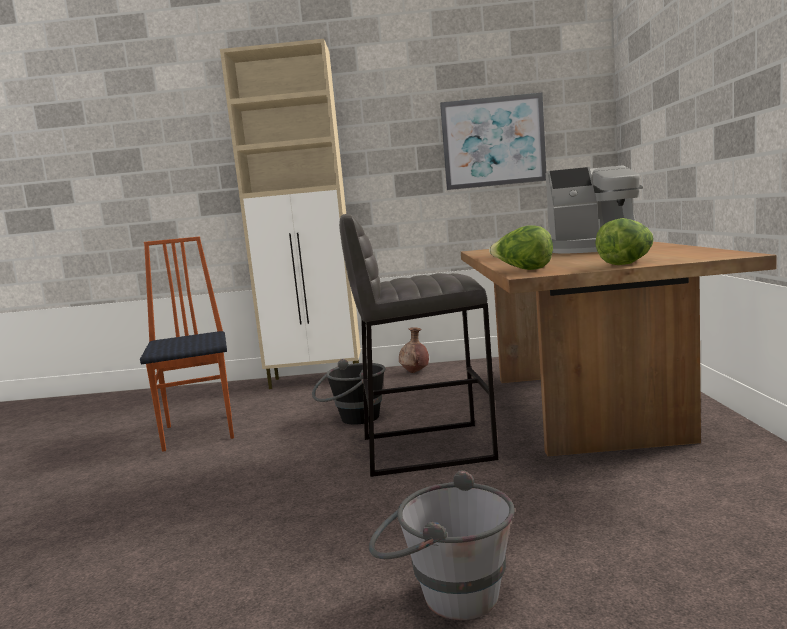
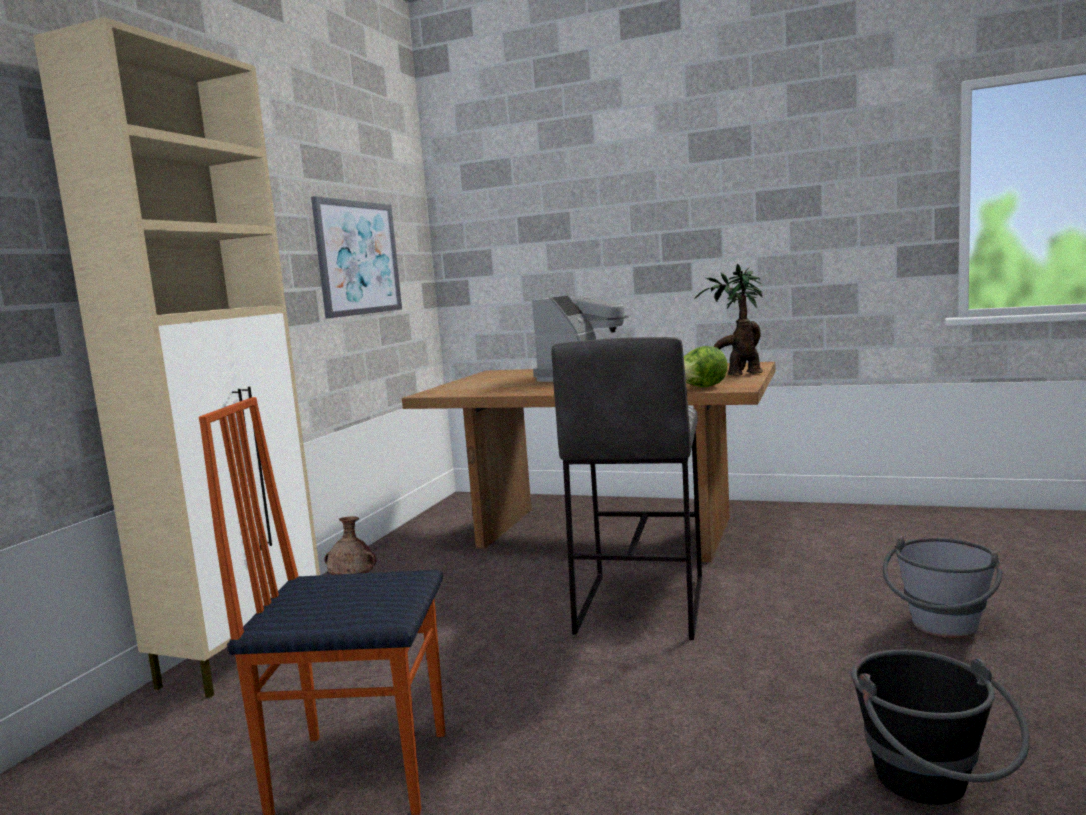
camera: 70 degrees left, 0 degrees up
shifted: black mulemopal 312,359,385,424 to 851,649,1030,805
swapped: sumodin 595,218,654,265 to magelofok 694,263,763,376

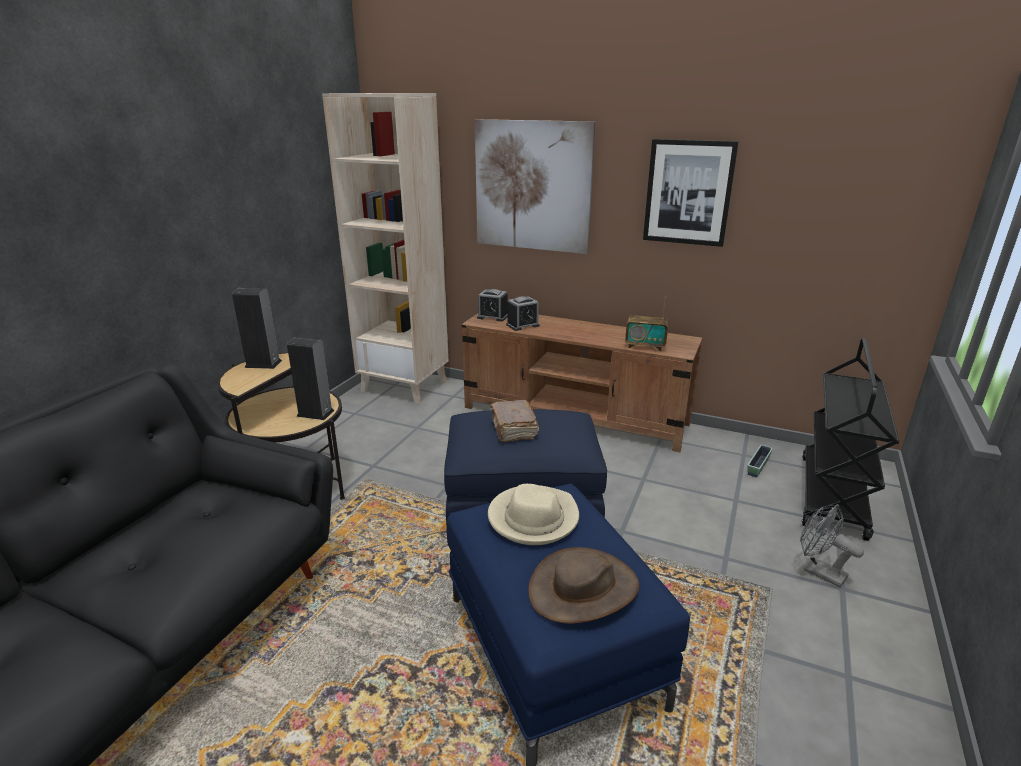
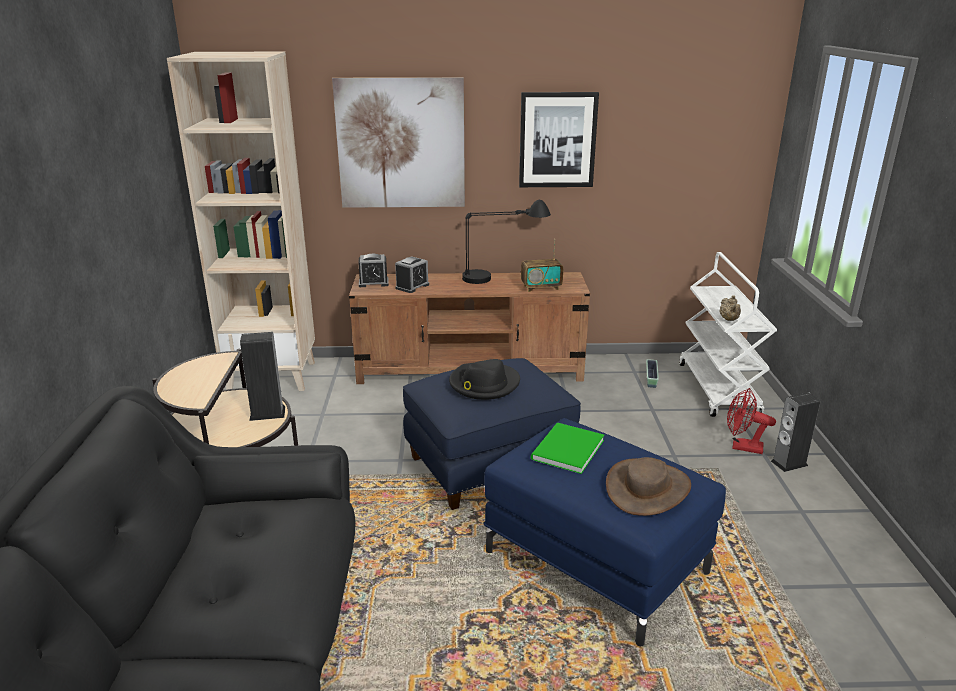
camera: 25 degrees left, 0 degrees up
new: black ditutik 462,200,551,284; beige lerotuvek 720,295,741,321
shifted: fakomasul 232,288,282,369 to 771,393,820,472
swapped: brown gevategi 490,400,539,442 to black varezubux 449,359,520,400; beige varezubux 488,484,579,545 to green gevategi 531,422,604,474
repainted: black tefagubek 802,338,899,541 to white tefagubek 679,252,777,417; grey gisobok 800,504,864,588 to red gisobok 727,388,776,454

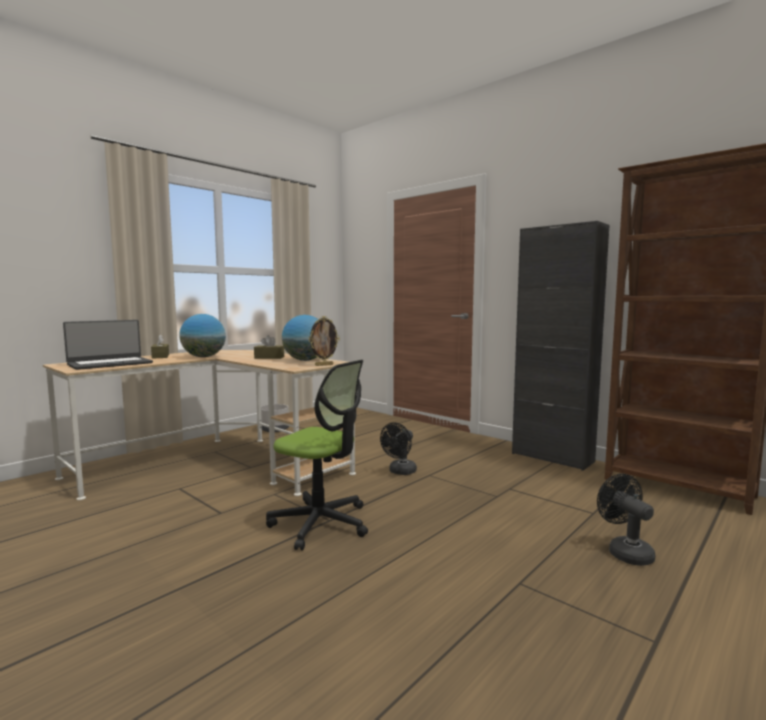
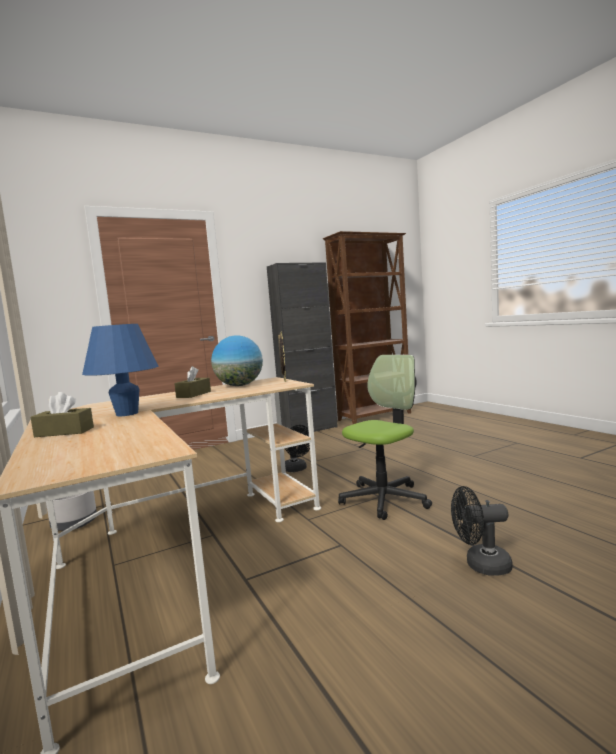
camera: 70 degrees left, 0 degrees up
gone: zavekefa 63,320,153,370
shifted: black gisobok 597,474,655,566 to 451,486,512,576
swapped: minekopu 179,314,226,357 to blue ditutik 82,324,159,416

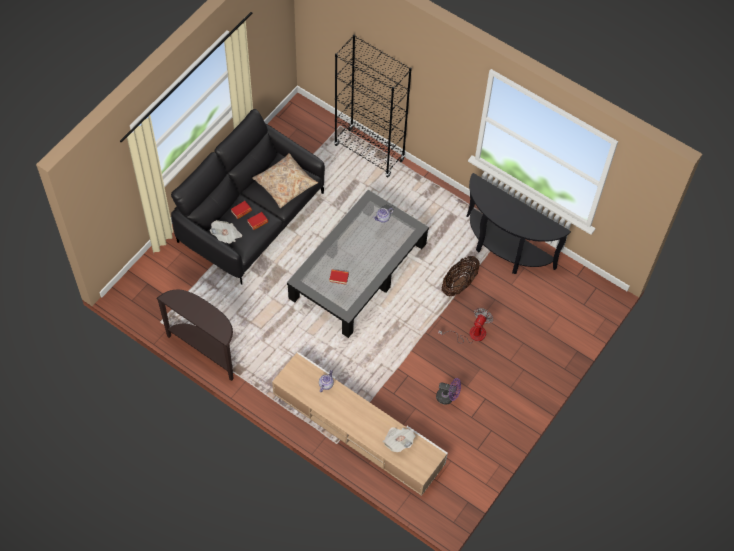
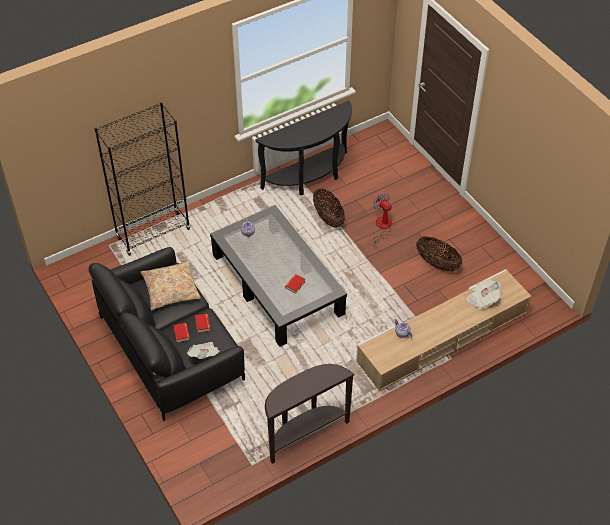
camera: 65 degrees left, 10 degrees down
swapped: purple gisobok 436,378,461,405 to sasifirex 416,236,462,272

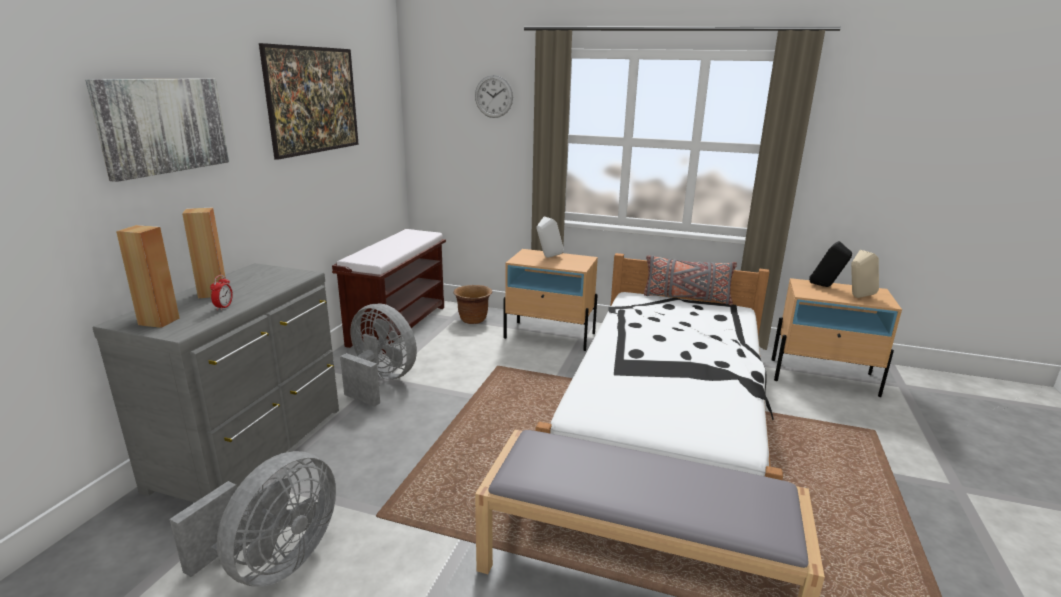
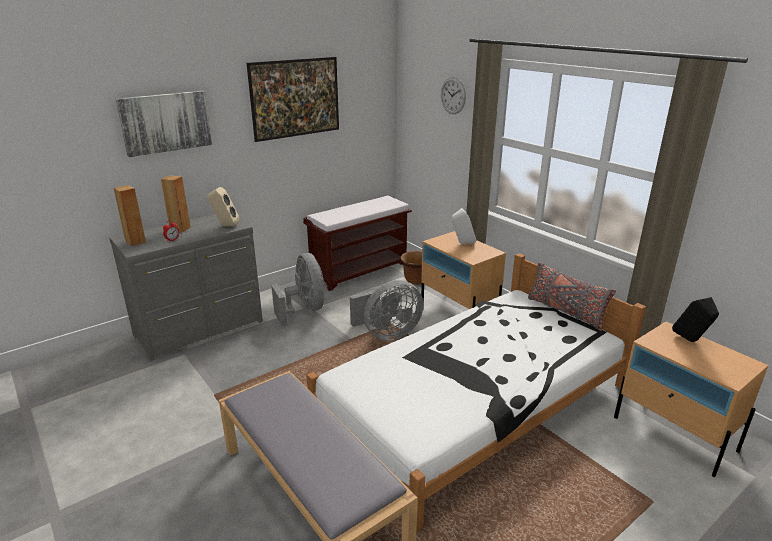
camera: 35 degrees right, 5 degrees up
shifted: beige fakomasul 851,250,879,298 to 207,187,239,226; grey gisobok 169,451,336,587 to 350,280,423,341

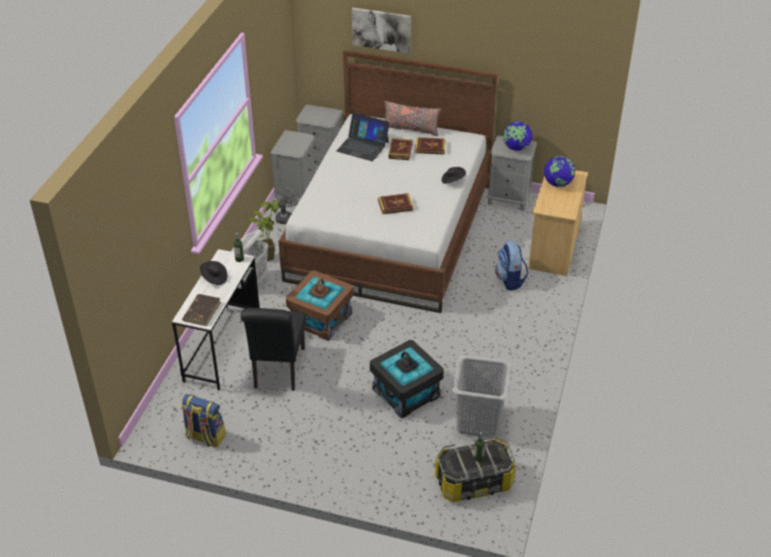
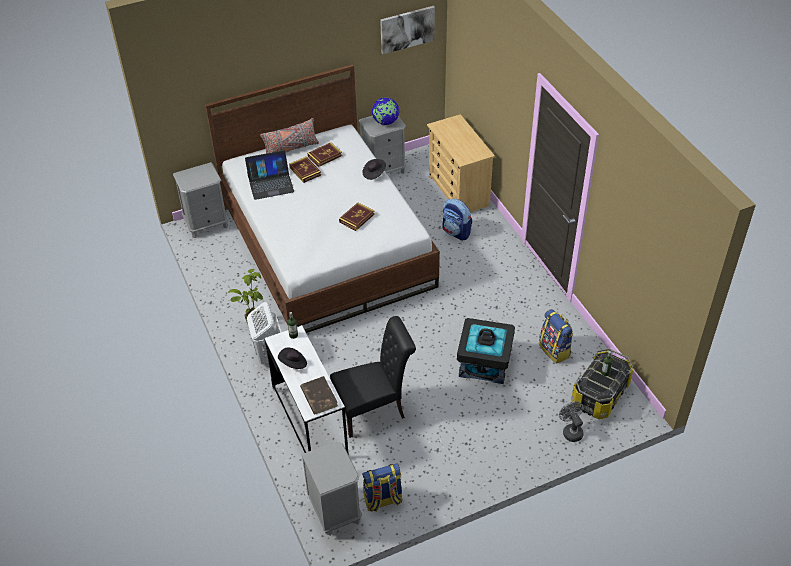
camera: 40 degrees left, 5 degrees up
gone: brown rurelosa 286,270,354,341; minekopu 544,156,575,187
shifted: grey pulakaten 271,130,315,202 to 301,442,362,536; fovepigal 352,8,411,54 to 380,6,435,54; grey gisobok 275,187,297,224 to 559,401,584,442
swapped: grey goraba 452,355,512,437 to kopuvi 539,309,574,364
rotated: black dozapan 241,308,306,391 = 330,316,416,438 75 degrees counterclockwise

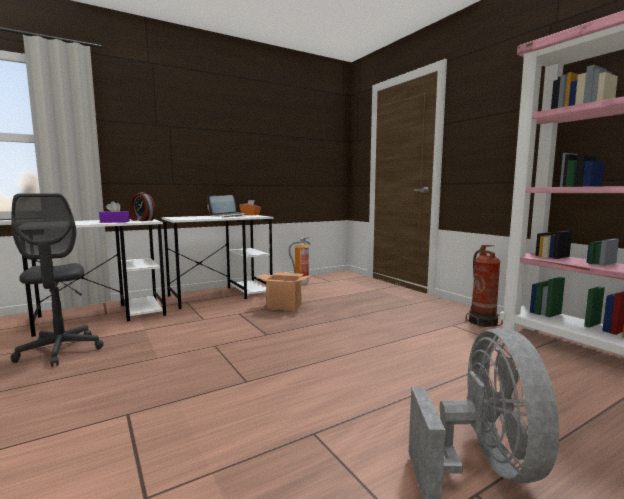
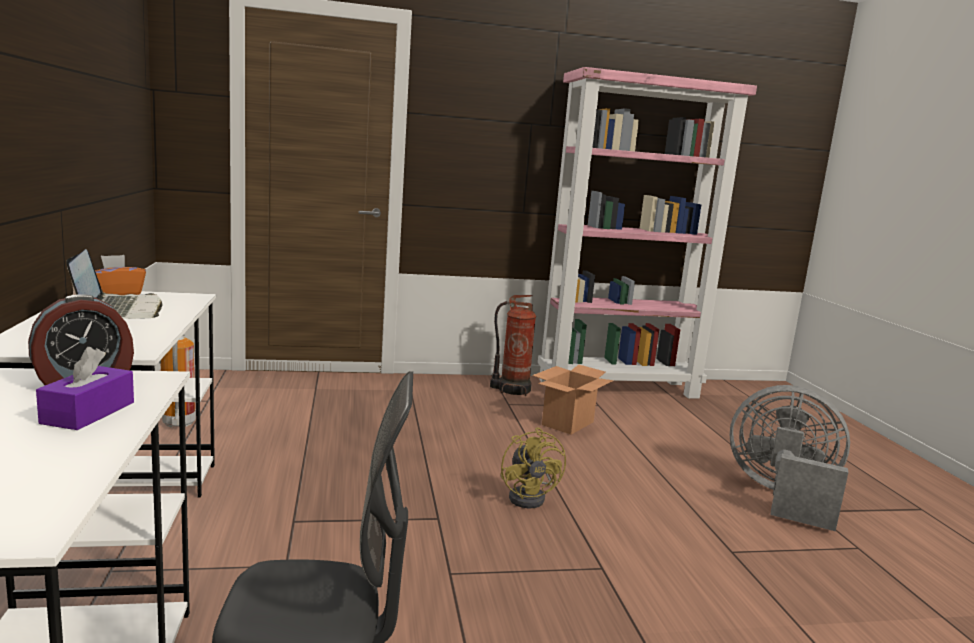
camera: 70 degrees left, 5 degrees up
new: yellow gisobok 501,427,566,508
shifted: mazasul 257,272,311,311 to 532,364,614,435

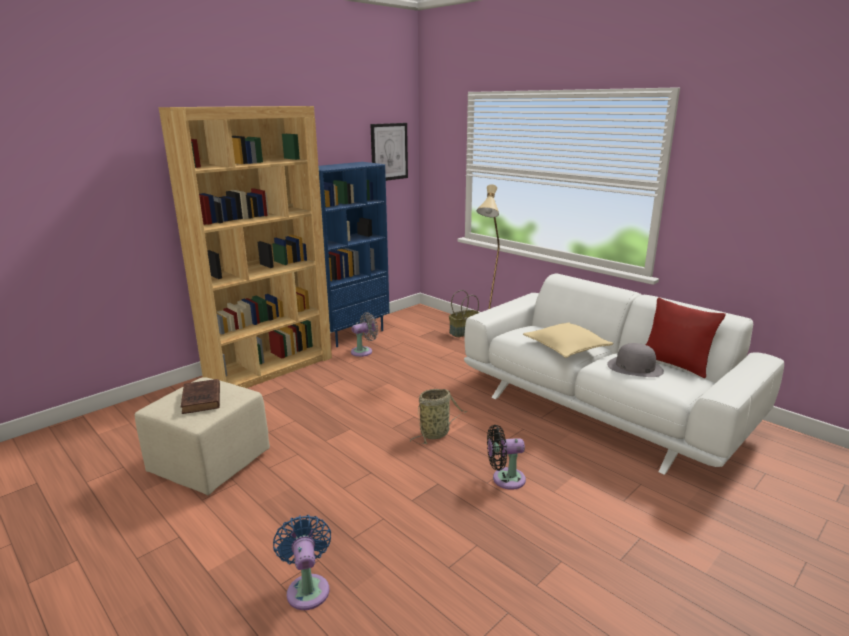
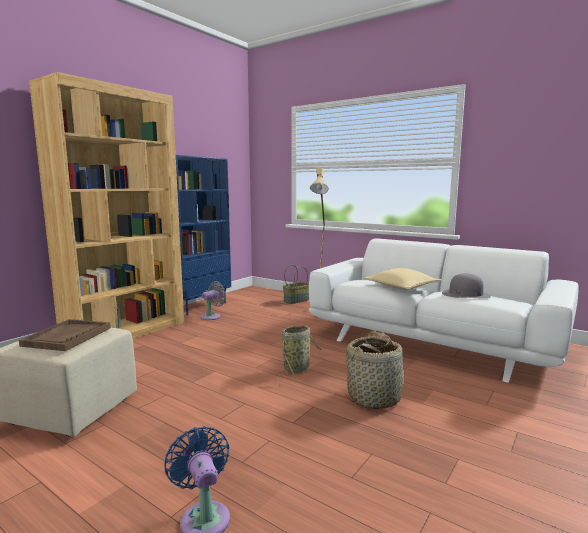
camera: 10 degrees left, 10 degrees down
gone: fovepigal 370,123,408,181; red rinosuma 646,297,726,378
swapped: brown gevategi 181,379,220,414 to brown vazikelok 19,319,111,351; black gisobok 487,425,526,490 to sasifirex 346,331,408,409

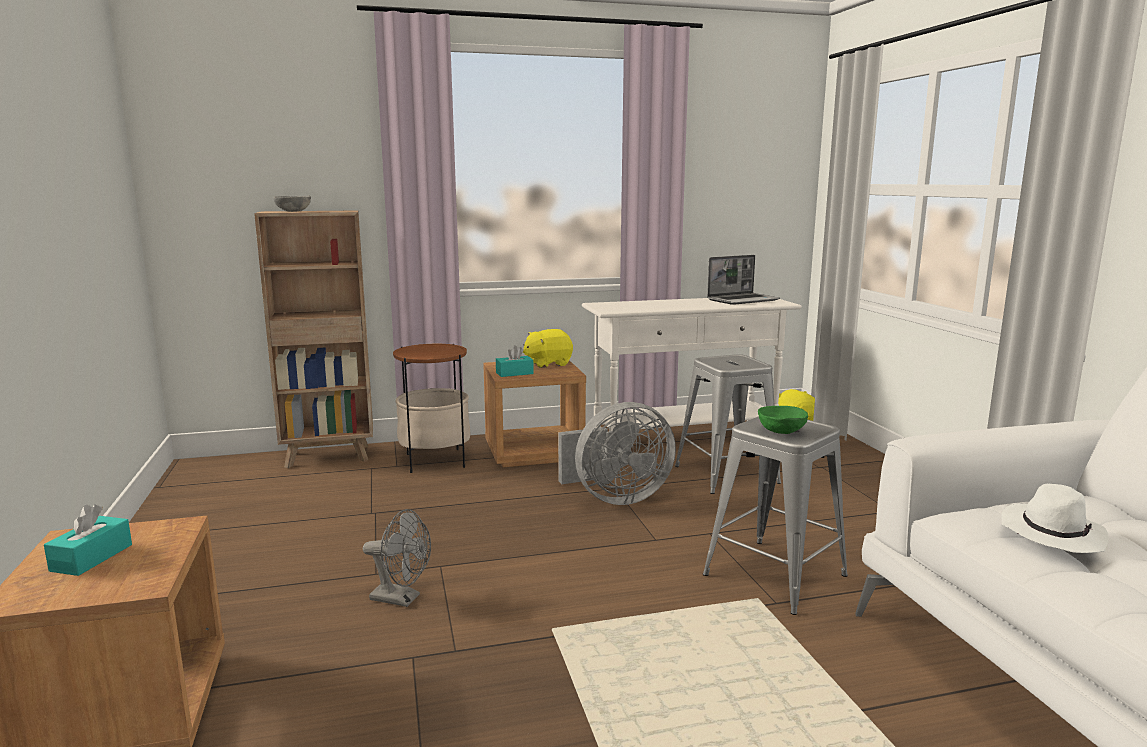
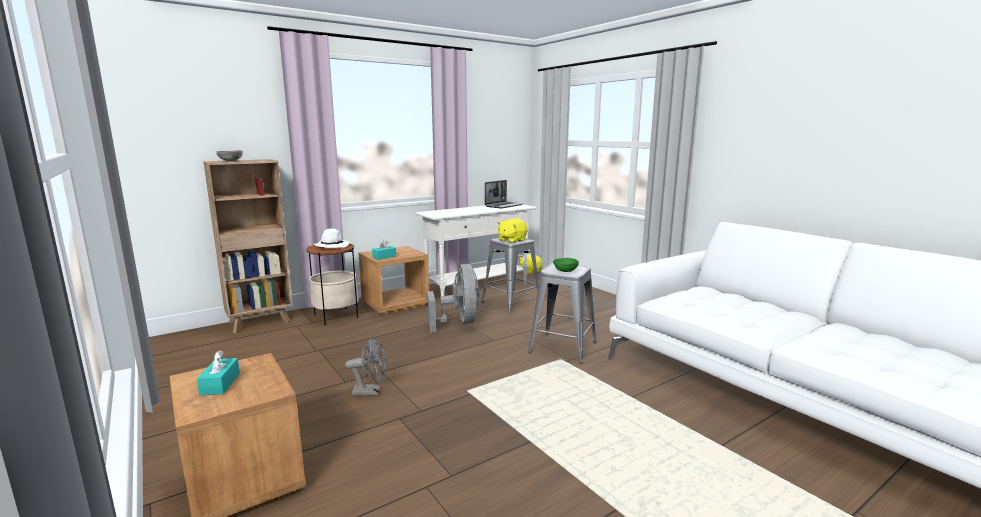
camera: 20 degrees left, 0 degrees up
shifted: white varezubux 1001,484,1109,553 to 314,228,350,248; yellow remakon 523,329,573,368 to 498,218,528,243
rotated: grey gisobok 558,402,676,505 = 427,264,479,332 60 degrees counterclockwise

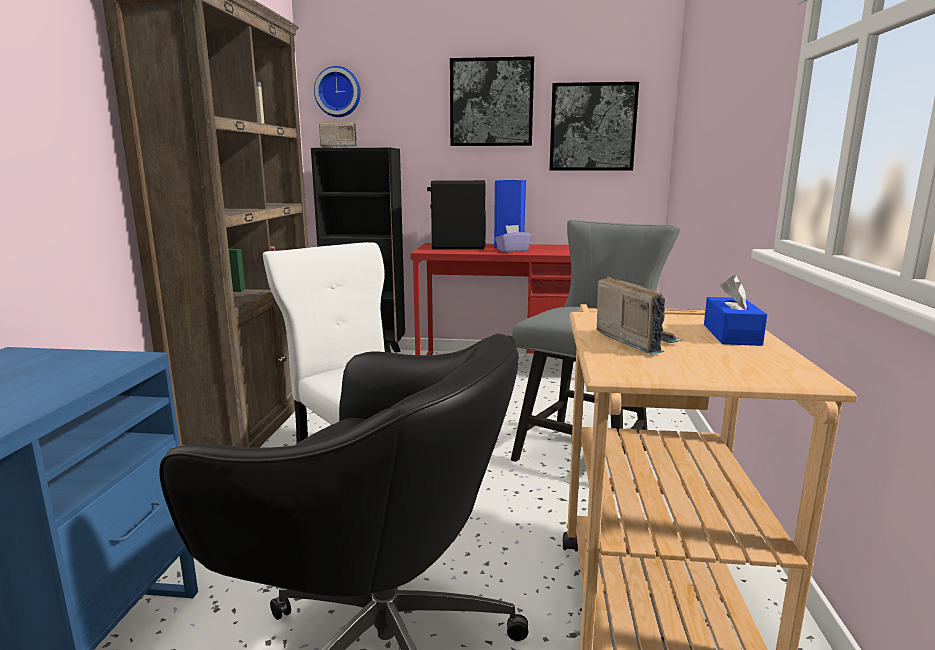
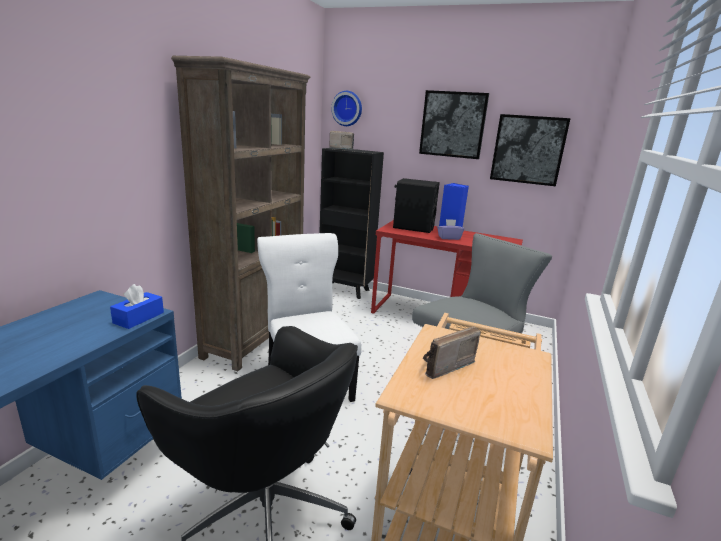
camera: 15 degrees right, 5 degrees up
shifted: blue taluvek 704,275,767,346 to 110,284,164,329
rotated: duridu 596,277,683,354 = 423,326,481,379 120 degrees counterclockwise

